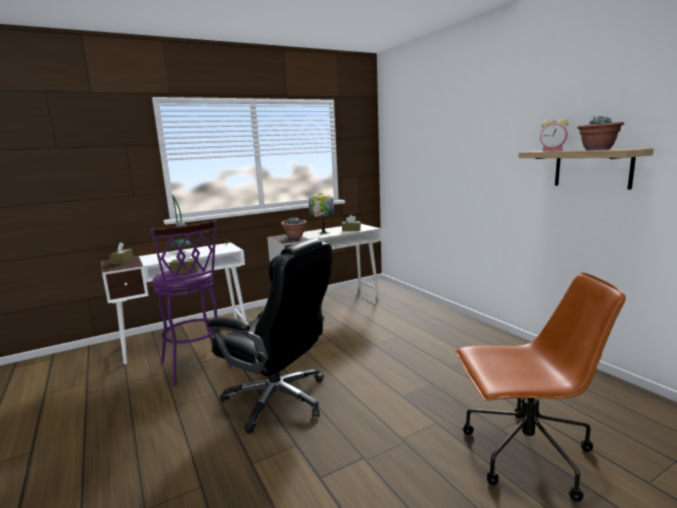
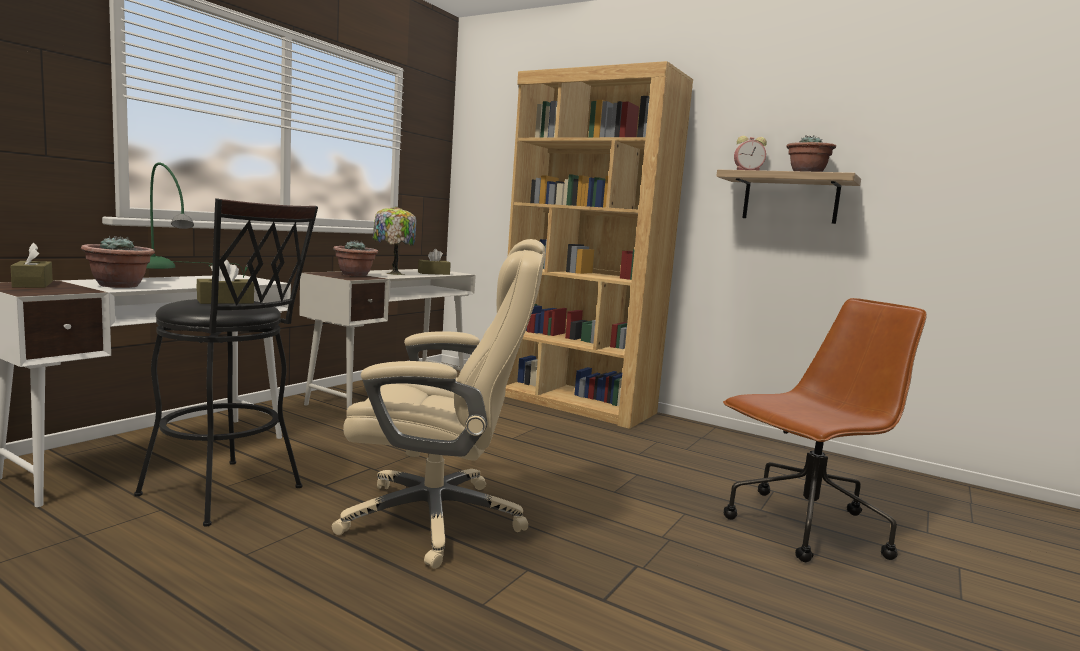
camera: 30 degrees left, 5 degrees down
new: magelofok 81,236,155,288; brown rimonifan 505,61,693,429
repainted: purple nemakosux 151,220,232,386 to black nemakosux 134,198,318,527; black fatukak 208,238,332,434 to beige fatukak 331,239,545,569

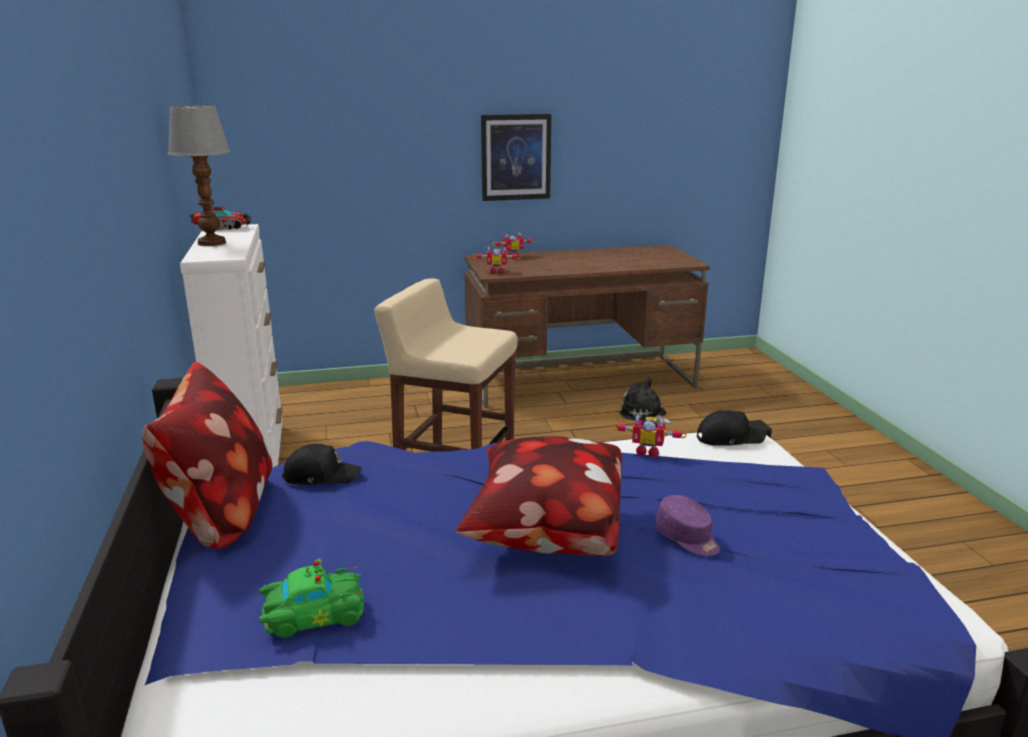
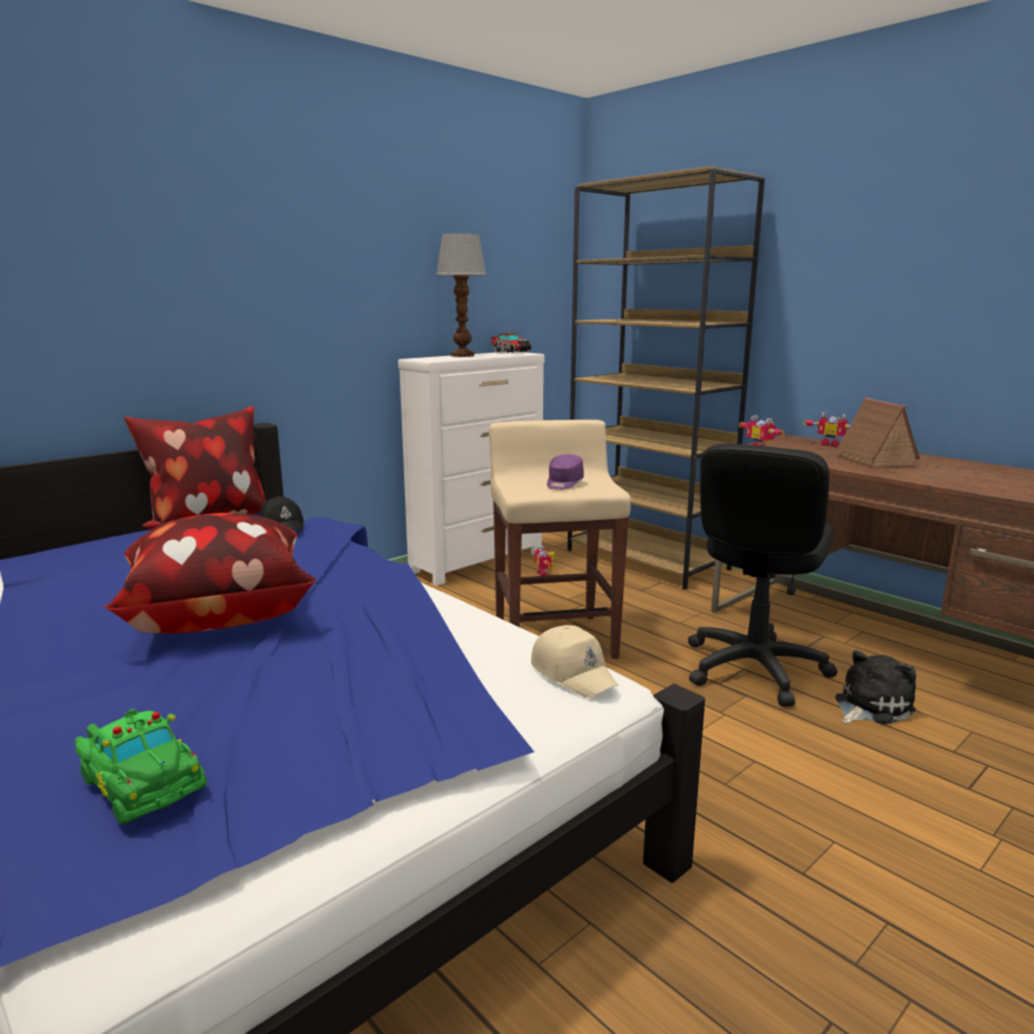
camera: 60 degrees right, 5 degrees down
gone: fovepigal 481,114,551,201
new: brown rimonifan 567,166,765,590; black fatukak 688,443,837,707; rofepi 833,398,920,468
shifted: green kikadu 259,558,364,638 to 75,709,207,824; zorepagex 612,415,687,457 to 534,546,555,576; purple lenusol 655,495,720,556 to 547,454,584,490
repainted: black lenusol 697,410,766,446 to beige lenusol 531,625,619,697
rotated: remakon 619,378,674,424 = 835,650,916,724 45 degrees clockwise

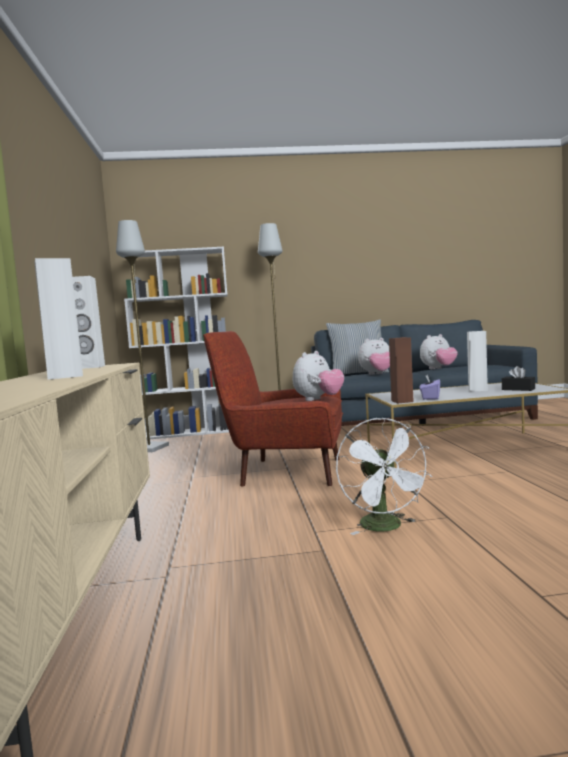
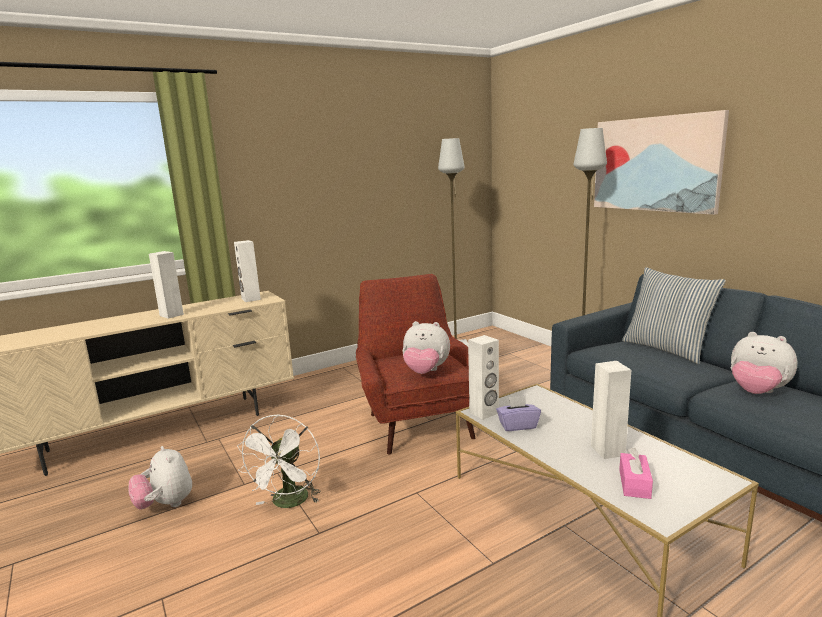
camera: 65 degrees right, 10 degrees up
gone: white rimonifan 124,247,229,440
new: fovepigal 594,110,729,215
shifted: remakon 358,338,390,375 to 128,446,192,510
repainted: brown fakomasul 389,337,414,403 to white fakomasul 468,335,499,420; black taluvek 502,366,535,391 to pink taluvek 619,448,653,499
rotated: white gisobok 336,418,432,535 = 237,414,321,508 45 degrees counterclockwise

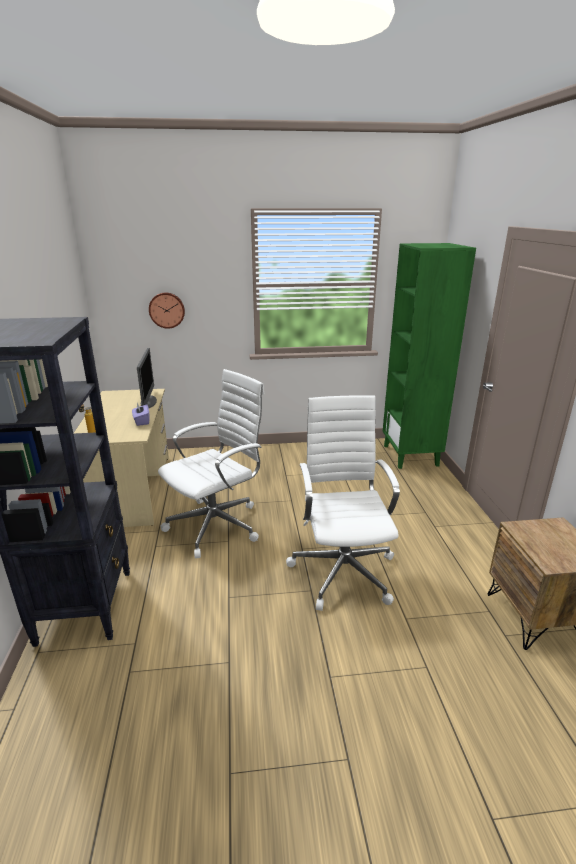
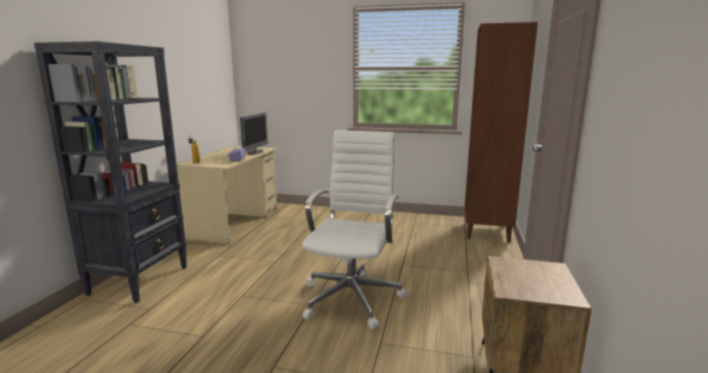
camera: 20 degrees right, 10 degrees down
gone: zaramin 149,292,185,329; white fatukak 158,369,265,558
repainted: green rimonifan 383,243,476,469 to brown rimonifan 465,22,538,243

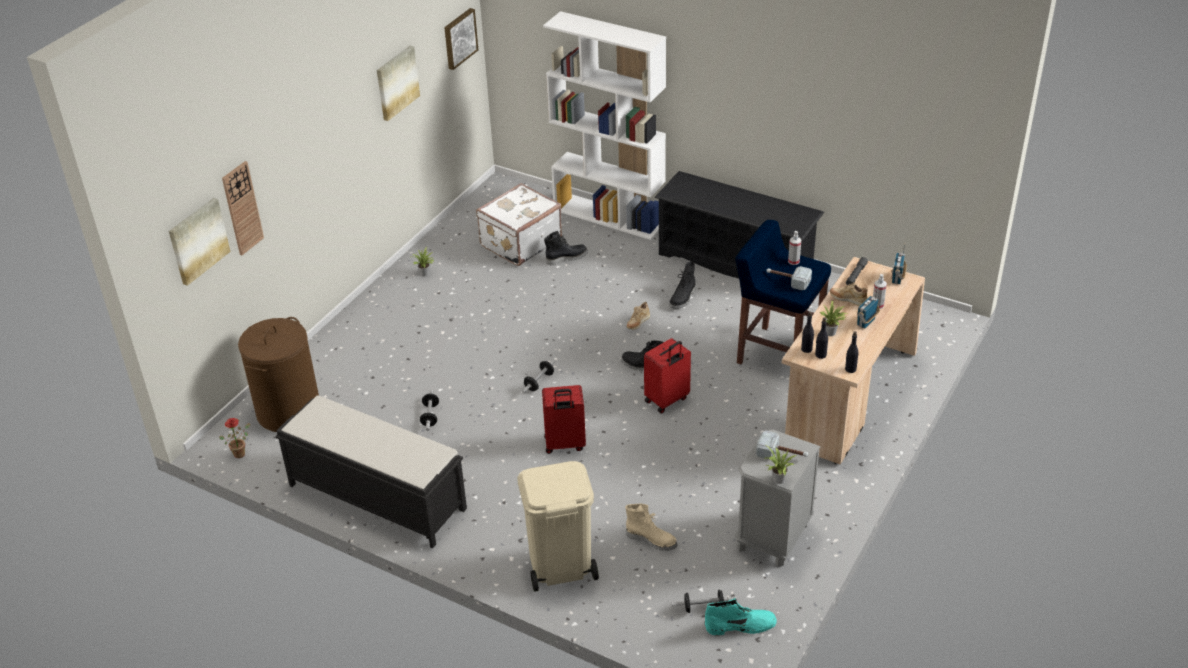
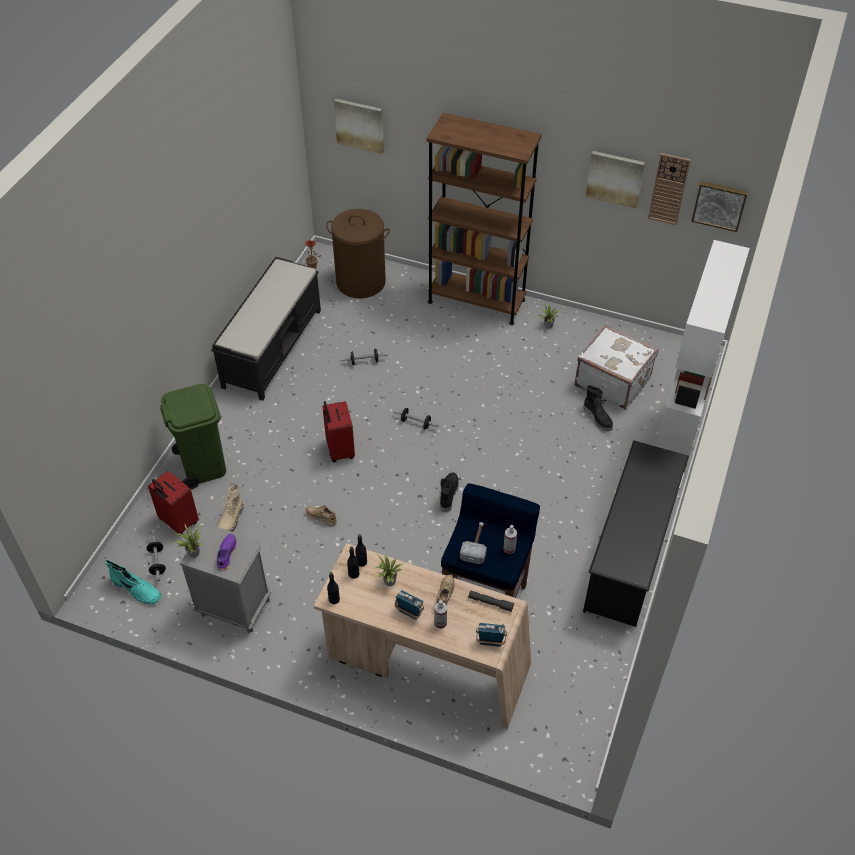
camera: 80 degrees right, 10 degrees up
gone: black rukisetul 669,261,696,309
new: brown rimonifan 426,113,542,325
shifted: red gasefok 644,338,691,413 to 148,471,199,536; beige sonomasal 627,302,650,329 to 306,505,337,527; zaramin 222,161,264,255 to 648,153,691,225
swapped: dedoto 756,431,808,460 to purple sonomasal 217,534,236,570
repainted: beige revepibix 517,461,599,592 to green revepibix 160,384,226,489
rotated: turquoise rukisetul 705,598,777,635 = 105,560,161,604 45 degrees counterclockwise

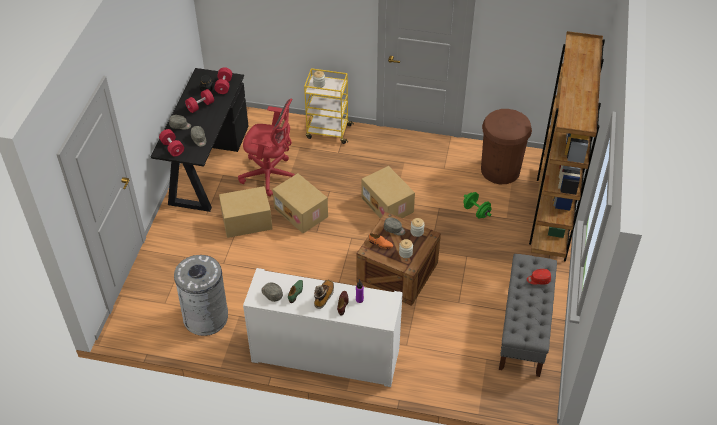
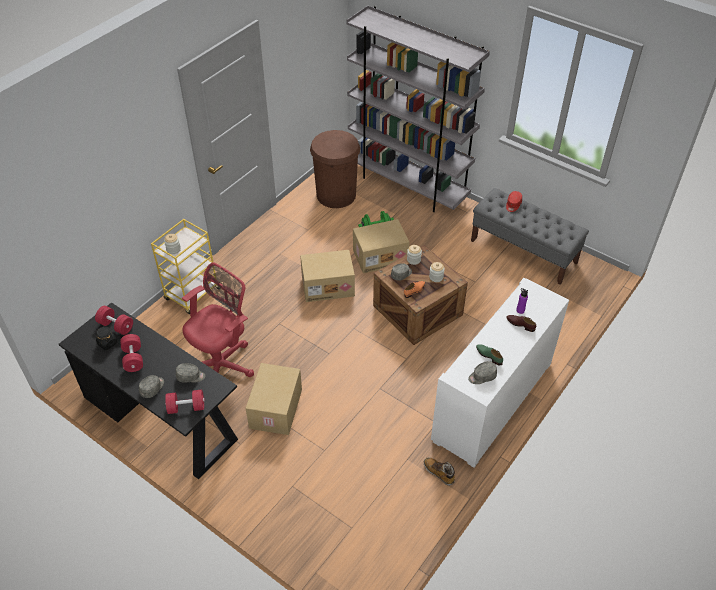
camera: 65 degrees left, 0 degrees up
gone: grey revepibix 174,255,228,336
shifted: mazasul 272,173,328,233 to 353,219,410,273; rukisetul 314,280,334,309 to 424,457,455,486
repainted: brown rimonifan 529,31,605,261 to grey rimonifan 347,5,490,212

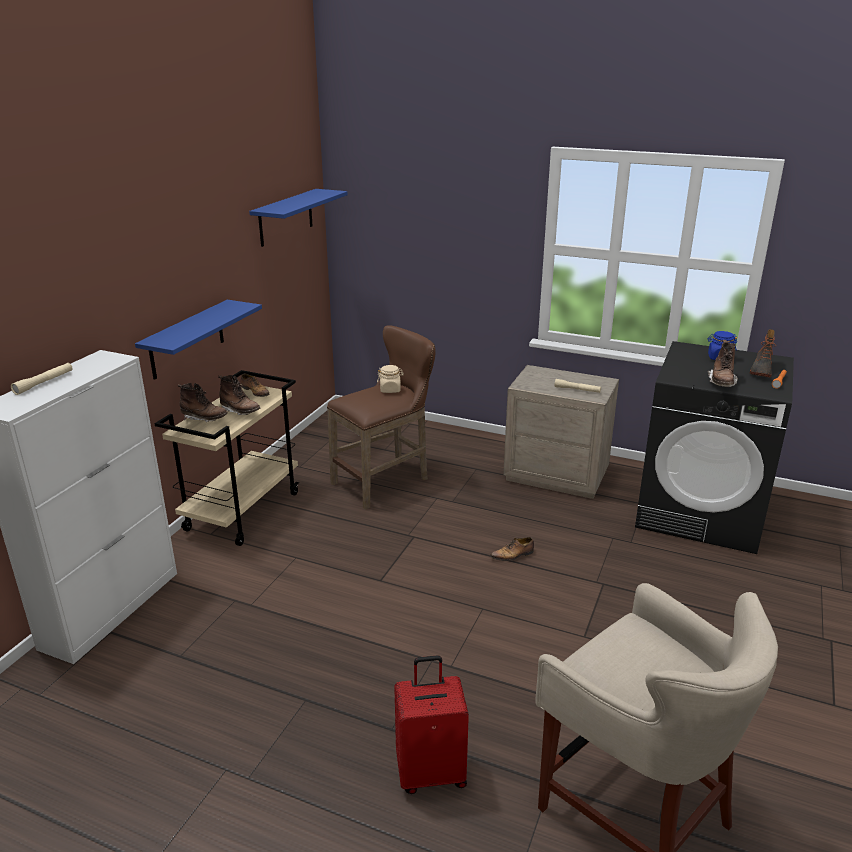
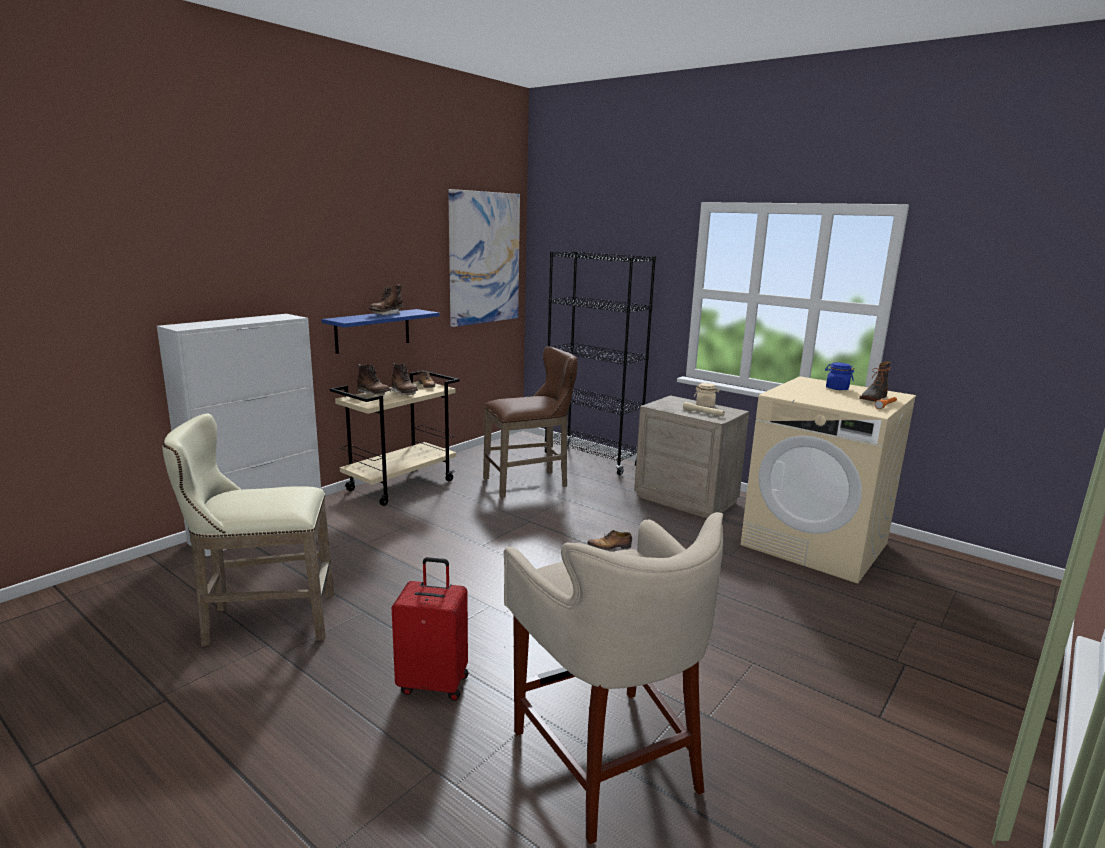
camera: 15 degrees right, 10 degrees down
gone: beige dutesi 11,363,73,395
new: beige nemakosux 162,413,334,647; black rimonifan 544,251,656,475
shifted: brown rukisetul 707,340,738,387 to 369,284,403,315; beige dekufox 377,365,404,393 to 694,383,719,407
swapped: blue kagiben 249,189,348,247 to fovepigal 448,189,520,327
repainted: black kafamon 635,341,794,554 to beige kafamon 741,376,916,584

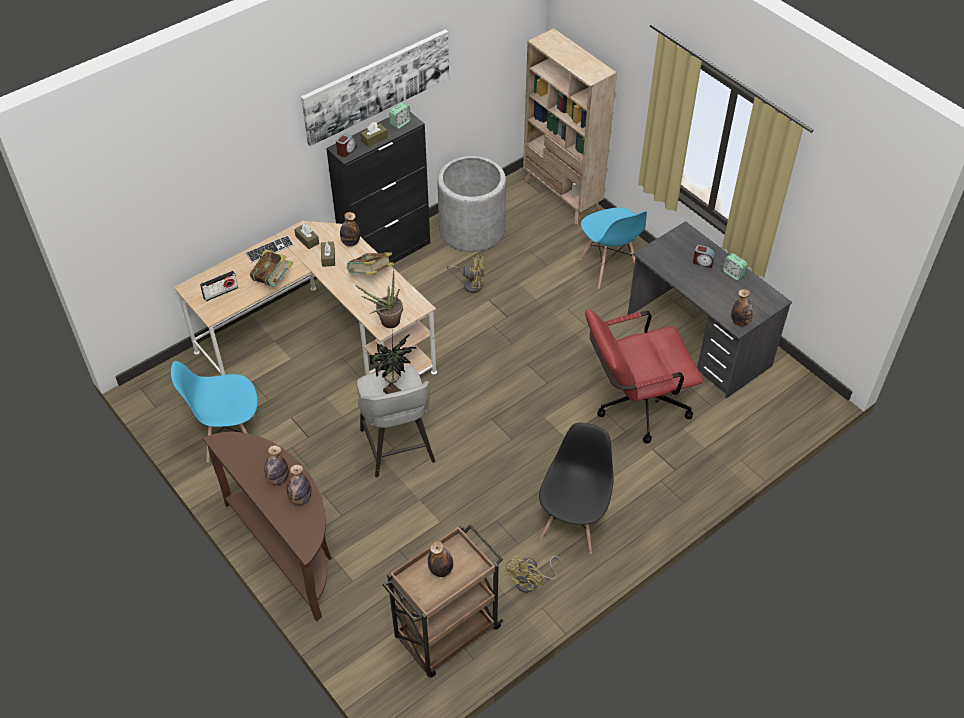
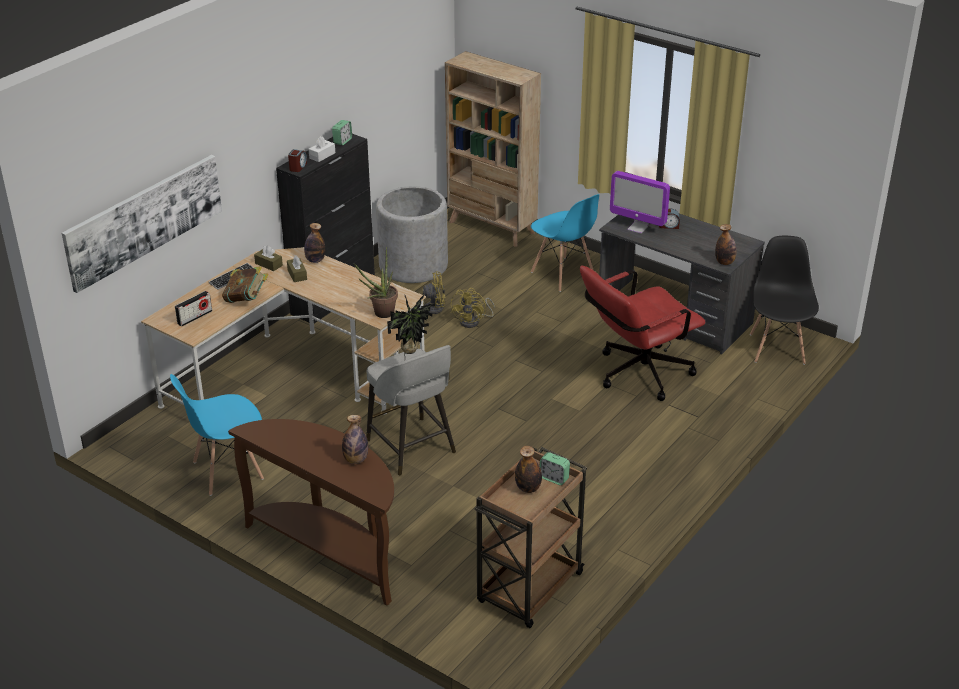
camera: 15 degrees left, 15 degrees down
gone: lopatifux 264,445,289,485; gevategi 347,252,394,275
new: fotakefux 610,171,670,234
shifted: fovepigal 301,29,449,146 to 62,155,222,293; yellow gisobok 505,555,561,593 to 451,288,495,328; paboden 722,253,748,280 to 540,452,570,485; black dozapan 539,423,613,554 to 750,236,819,365
repainted: brown taluvek 360,122,388,147 to white taluvek 309,136,335,162

